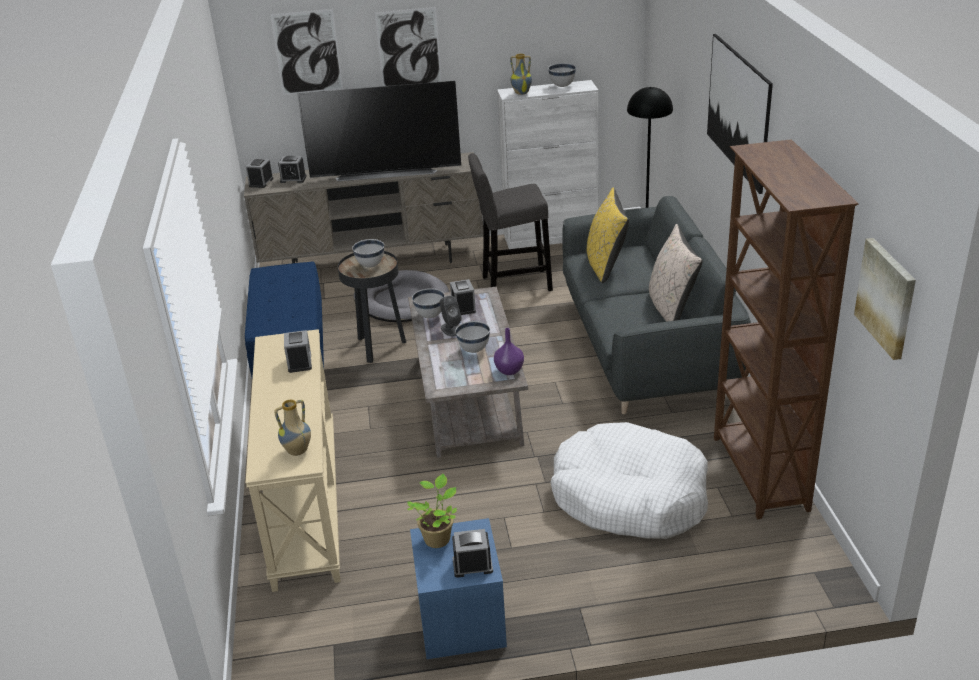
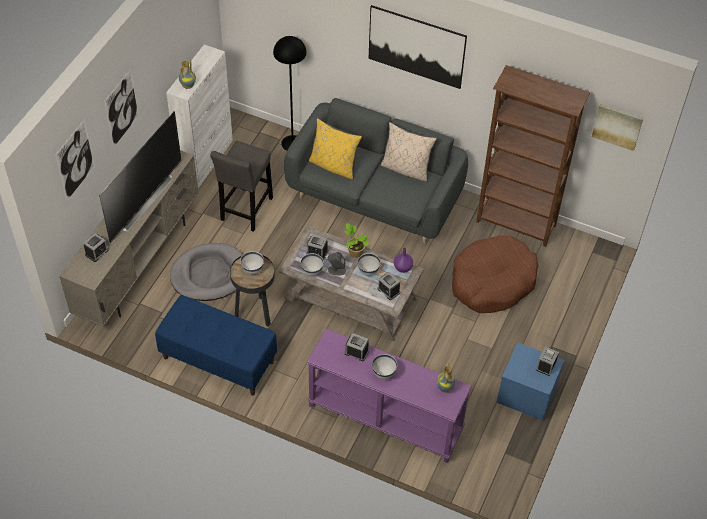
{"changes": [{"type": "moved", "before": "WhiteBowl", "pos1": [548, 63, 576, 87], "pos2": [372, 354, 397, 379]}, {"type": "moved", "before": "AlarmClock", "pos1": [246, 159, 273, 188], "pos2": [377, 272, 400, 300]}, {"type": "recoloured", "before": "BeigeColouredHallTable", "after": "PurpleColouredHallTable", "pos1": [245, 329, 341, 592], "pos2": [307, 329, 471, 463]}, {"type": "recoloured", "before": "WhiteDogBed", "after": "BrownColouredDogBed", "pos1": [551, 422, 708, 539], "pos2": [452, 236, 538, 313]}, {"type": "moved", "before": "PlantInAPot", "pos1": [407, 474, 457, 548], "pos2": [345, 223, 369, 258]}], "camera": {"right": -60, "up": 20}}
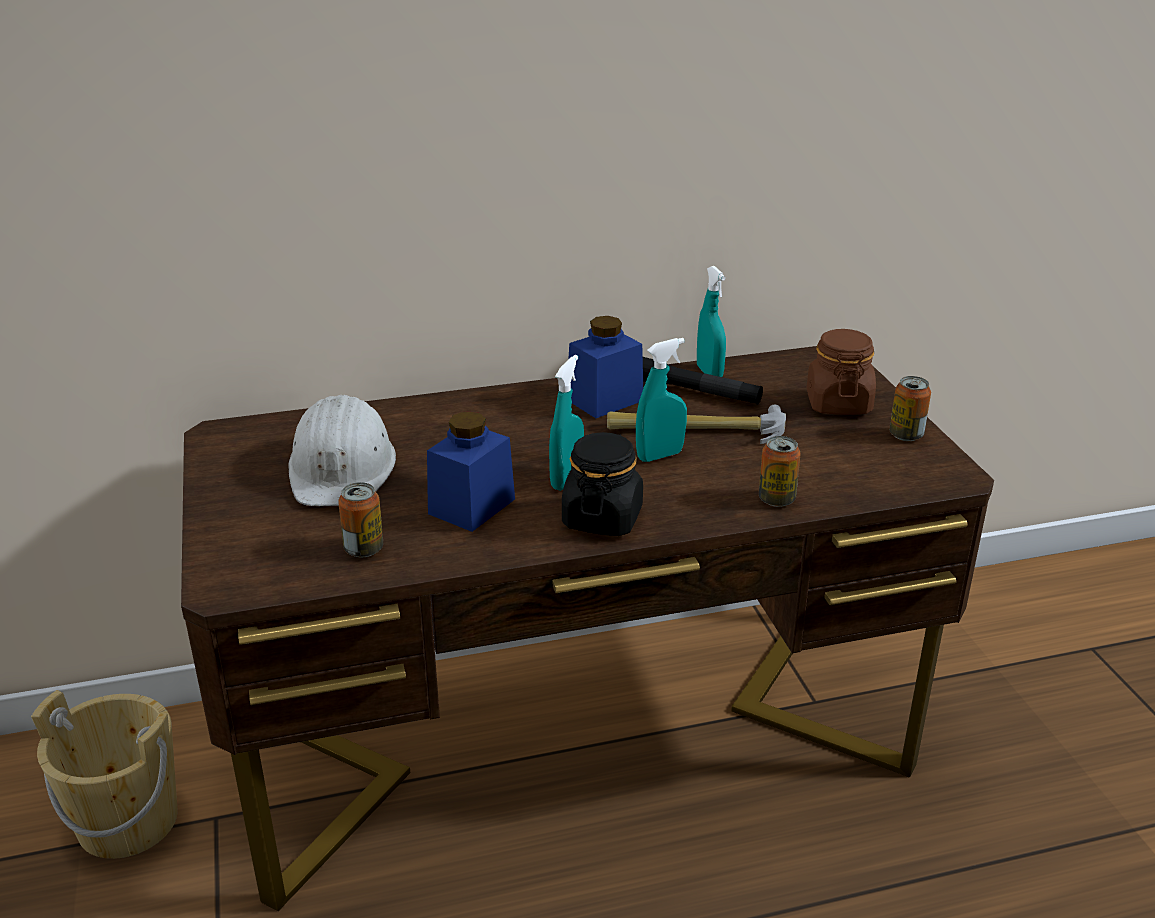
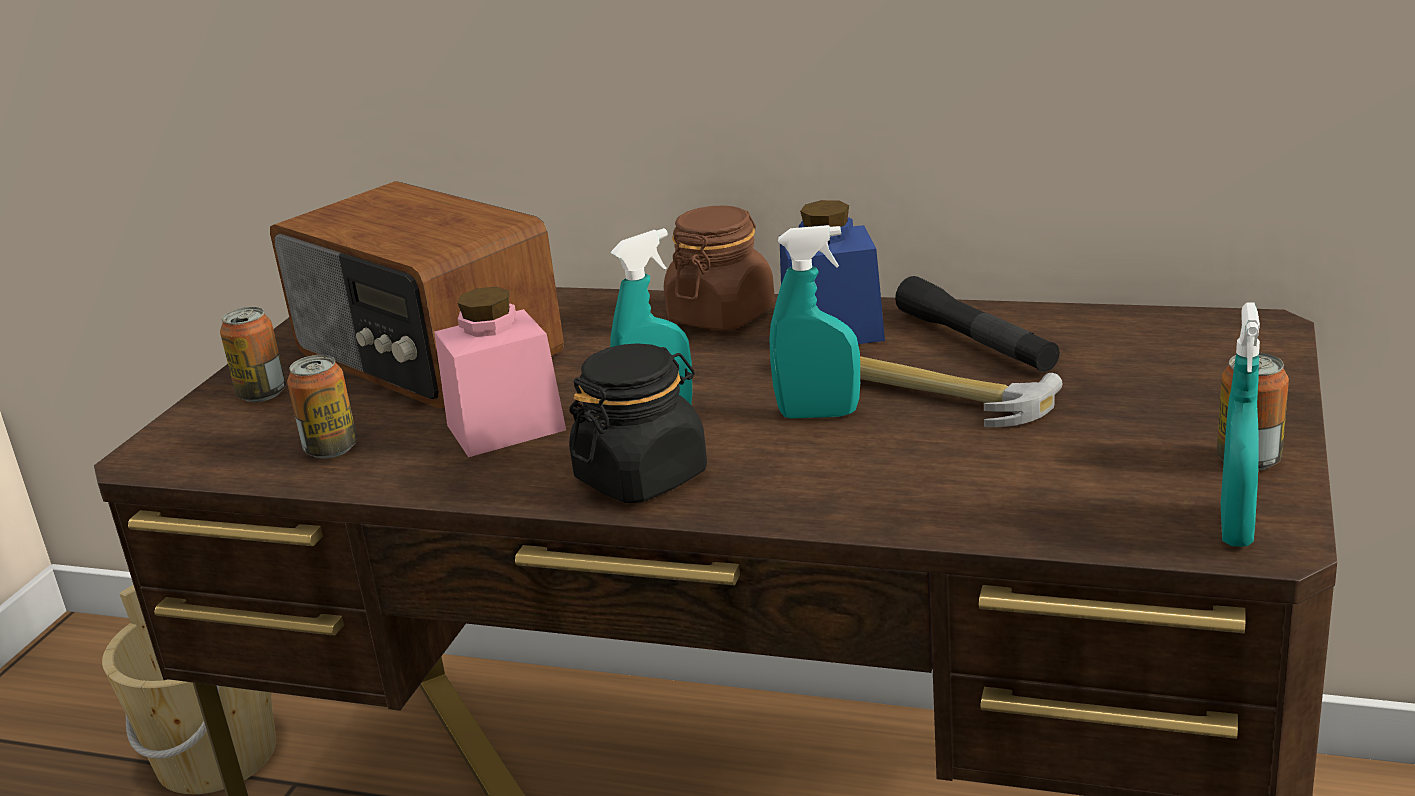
{"changes": [{"type": "moved", "before": "TurquoiseColouredHandSprayer", "pos1": [697, 266, 726, 377], "pos2": [1221, 303, 1260, 547]}, {"type": "moved", "before": "BrownColouredPreserveJar", "pos1": [807, 329, 876, 415], "pos2": [664, 206, 775, 330]}, {"type": "replaced", "before": "WhiteWorkHelmet", "after": "RadioSet", "pos1": [288, 395, 396, 506], "pos2": [270, 181, 564, 409]}, {"type": "recoloured", "before": "BluishPreserveJar", "after": "PinkColouredPreserveJar", "pos1": [427, 411, 515, 532], "pos2": [434, 287, 566, 457]}, {"type": "moved", "before": "MetalCan", "pos1": [759, 436, 801, 507], "pos2": [220, 307, 286, 402]}], "camera": {"right": 35, "up": -5}}
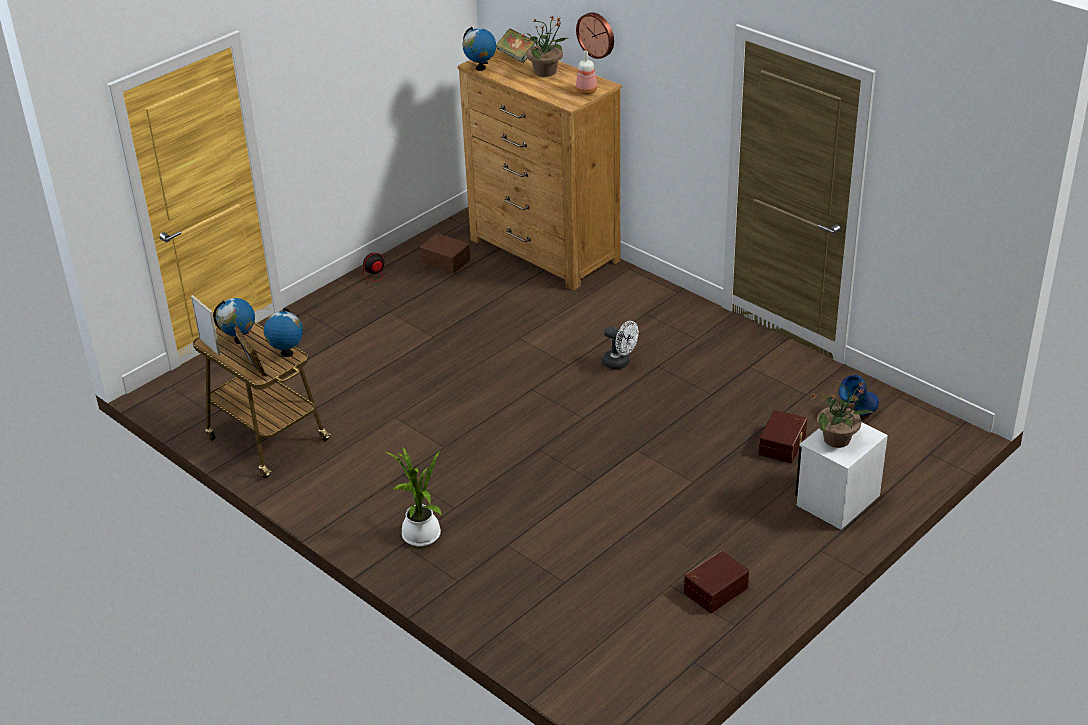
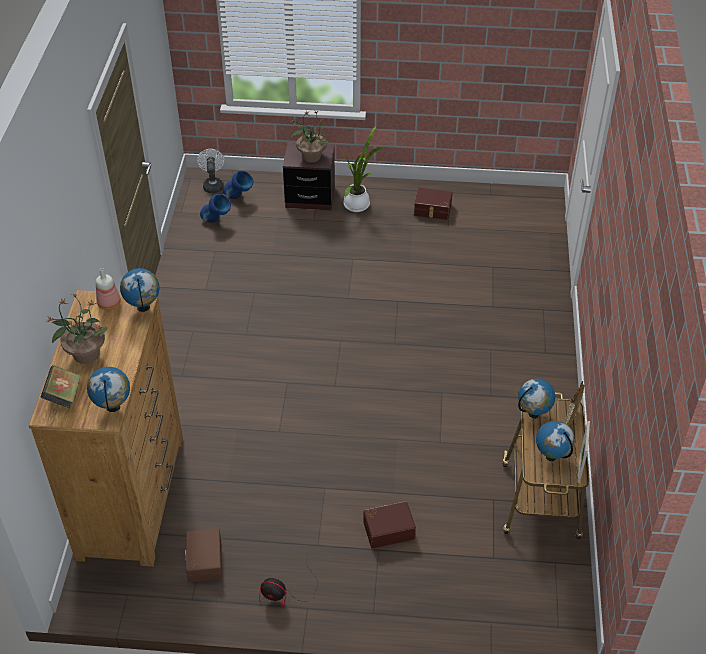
{"changes": [{"type": "removed", "before": "HangingClock", "pos1": [576, 12, 614, 59]}, {"type": "moved", "before": "WhiteFan", "pos1": [602, 321, 639, 370], "pos2": [197, 149, 224, 193]}, {"type": "moved", "before": "BrownColouredStorageContainer", "pos1": [758, 410, 807, 463], "pos2": [363, 501, 416, 549]}, {"type": "recoloured", "before": "WhiteBedsideTable", "after": "BrownColouredBedsideTable", "pos1": [795, 422, 888, 530], "pos2": [283, 142, 335, 210]}, {"type": "moved", "before": "PlantInAPot", "pos1": [385, 446, 442, 547], "pos2": [338, 125, 386, 212]}, {"type": "added", "after": "BluishFlowerVase", "pos2": [223, 171, 253, 199]}, {"type": "added", "after": "Globe", "pos2": [120, 268, 159, 312]}], "camera": {"right": -130, "up": 10}}
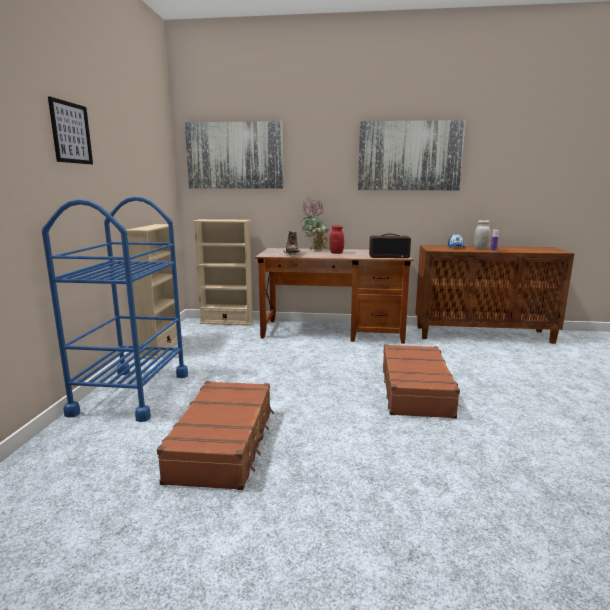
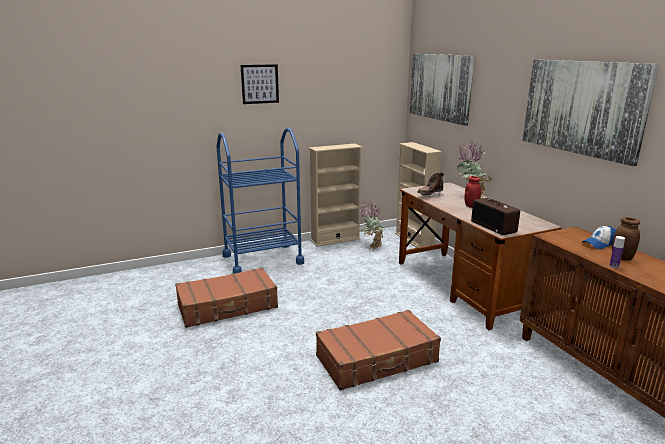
{"changes": [{"type": "recoloured", "before": "WhitePreserveJar", "after": "BrownColouredPreserveJar", "pos1": [474, 220, 491, 249], "pos2": [612, 217, 640, 261]}, {"type": "added", "after": "PlantInAPot", "pos2": [360, 201, 384, 249]}], "camera": {"right": 60, "up": 5}}
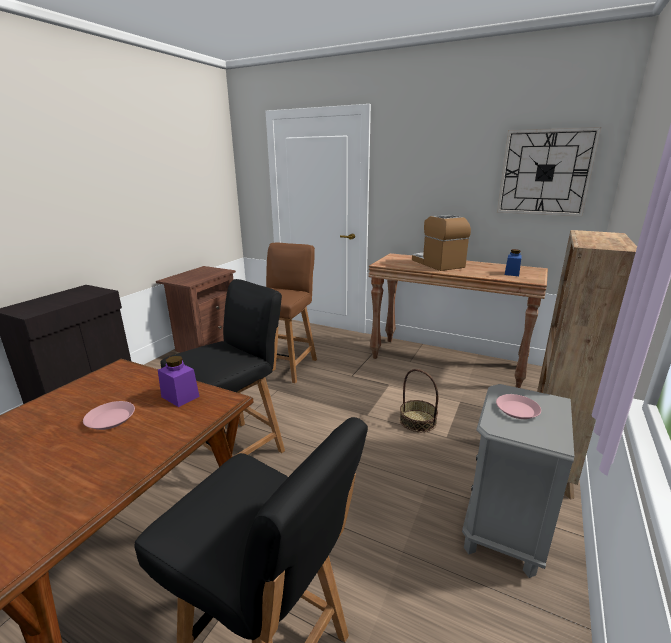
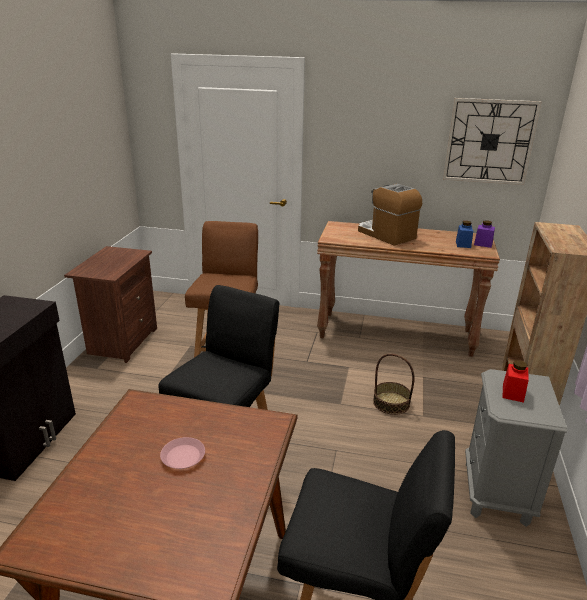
{"changes": [{"type": "moved", "before": "PurpleColouredPreserveJar", "pos1": [158, 356, 200, 407], "pos2": [474, 220, 495, 248]}, {"type": "replaced", "before": "PinkColouredPlate", "after": "ReddishPreserveJar", "pos1": [496, 394, 541, 419], "pos2": [502, 360, 529, 403]}], "camera": {"right": -15, "up": 5}}
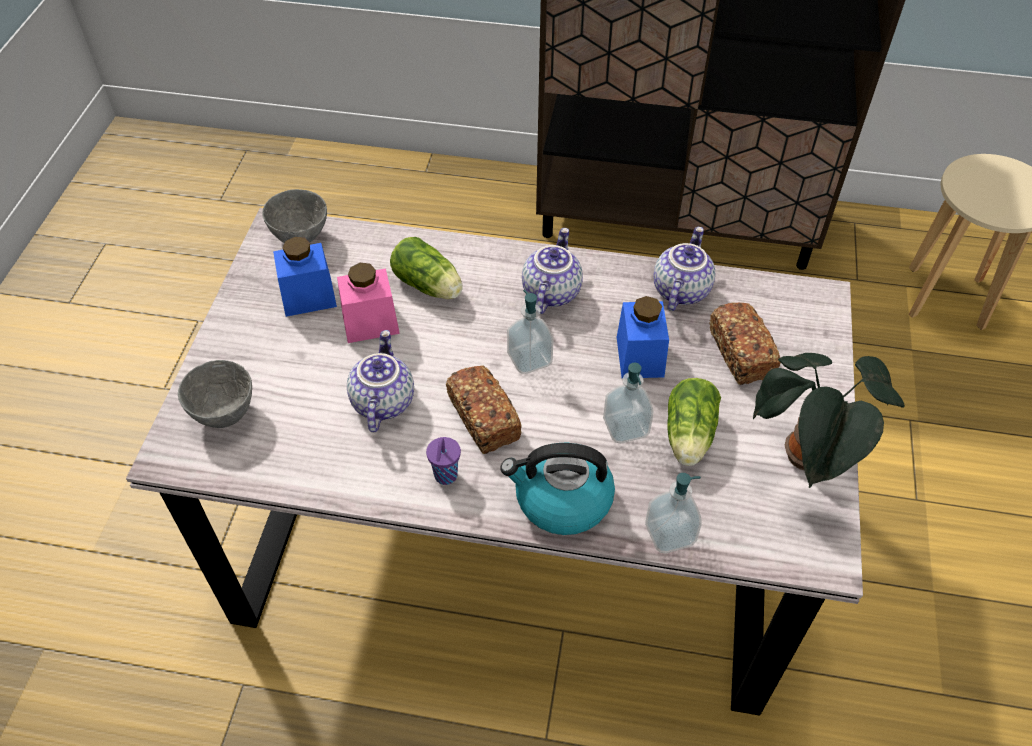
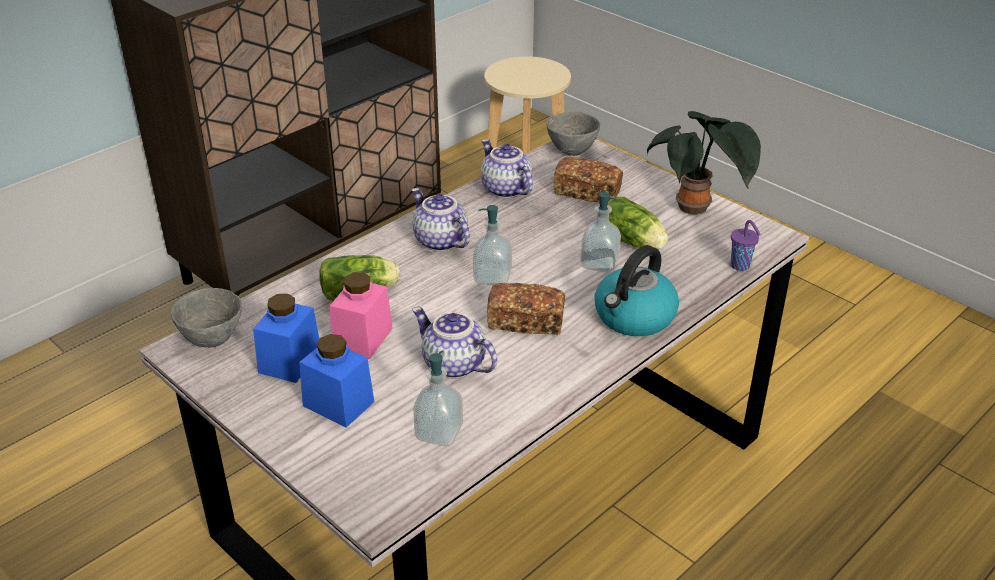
{"changes": [{"type": "moved", "before": "BluishPreserveJar", "pos1": [617, 296, 669, 379], "pos2": [299, 334, 374, 428]}, {"type": "moved", "before": "GreyBowl", "pos1": [178, 360, 252, 428], "pos2": [546, 111, 600, 156]}, {"type": "moved", "before": "PurpleColouredDrinkingCup", "pos1": [426, 437, 461, 485], "pos2": [731, 220, 760, 271]}, {"type": "moved", "before": "LiquidSoapBottle", "pos1": [645, 473, 702, 553], "pos2": [413, 351, 463, 446]}], "camera": {"right": -55, "up": -15}}
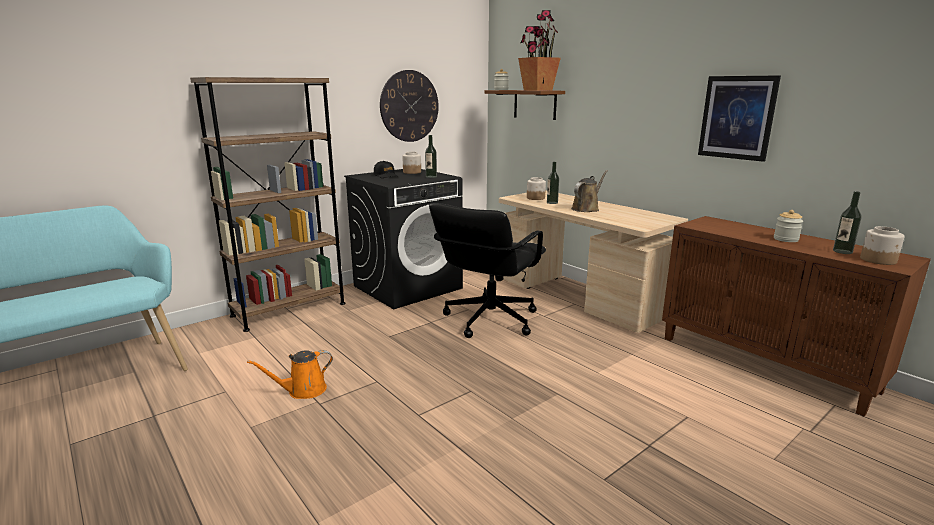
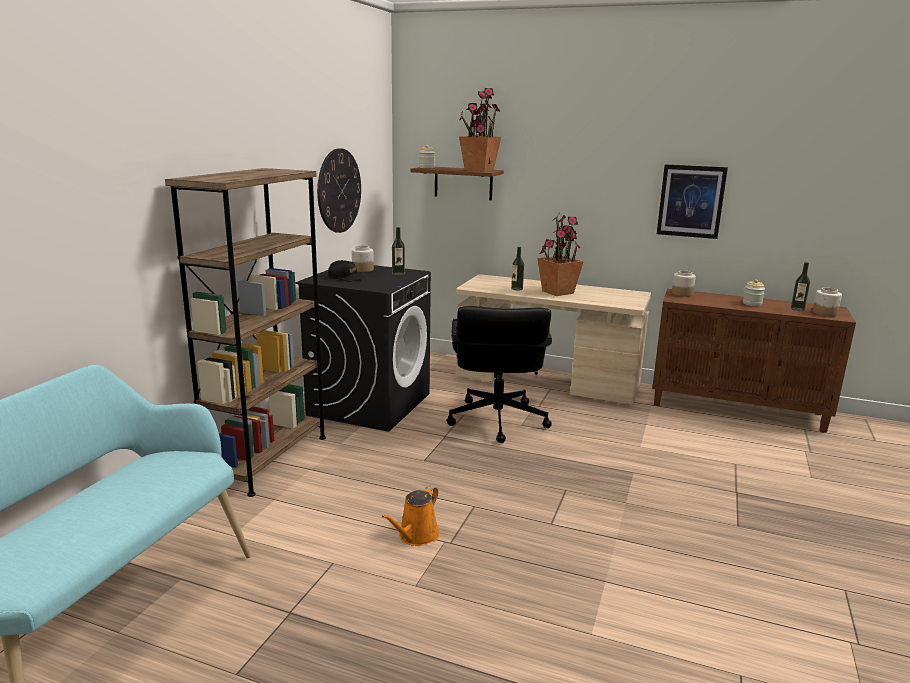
{"changes": [{"type": "replaced", "before": "BrownColouredSprinklingCan", "after": "PlantInAPot", "pos1": [571, 170, 608, 212], "pos2": [537, 213, 584, 296]}, {"type": "moved", "before": "PreserveJar", "pos1": [527, 177, 546, 200], "pos2": [672, 270, 696, 297]}], "camera": {"right": -30, "up": 0}}
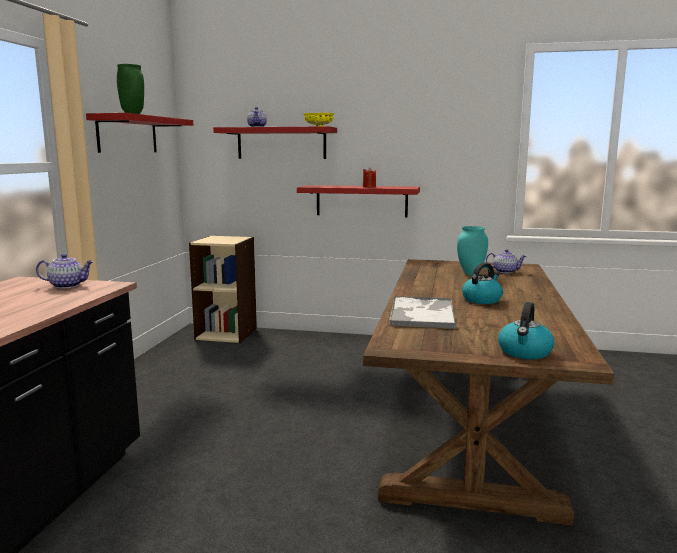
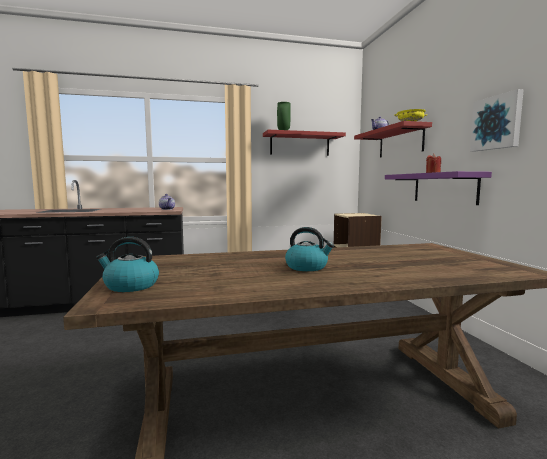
{"changes": [{"type": "recoloured", "before": "ReddishBracketShelf", "after": "PurpleColouredBracketShelf", "pos1": [297, 185, 420, 217], "pos2": [385, 171, 492, 205]}, {"type": "removed", "before": "TurquoiseColouredFlowerVase", "pos1": [457, 226, 488, 276]}, {"type": "removed", "before": "Teapot", "pos1": [486, 249, 527, 273]}, {"type": "removed", "before": "Tray", "pos1": [389, 296, 456, 329]}, {"type": "added", "after": "WallPicture", "pos2": [470, 89, 524, 151]}], "camera": {"right": 65, "up": -5}}
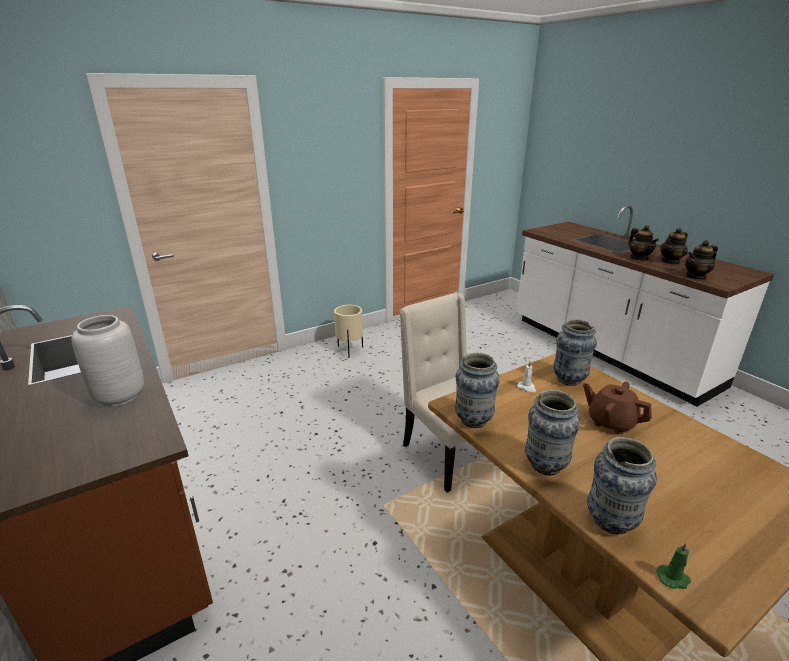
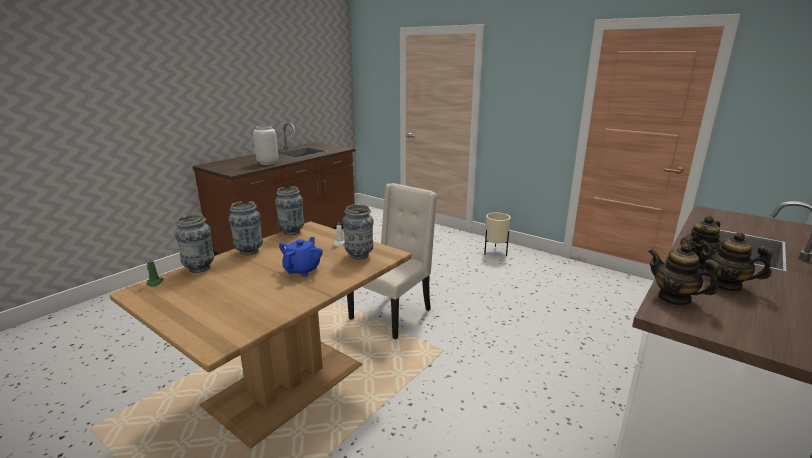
{"changes": [{"type": "recoloured", "before": "BrownColouredTeapot", "after": "BluishTeapot", "pos1": [583, 382, 652, 435], "pos2": [279, 237, 323, 277]}], "camera": {"right": 70, "up": -5}}
